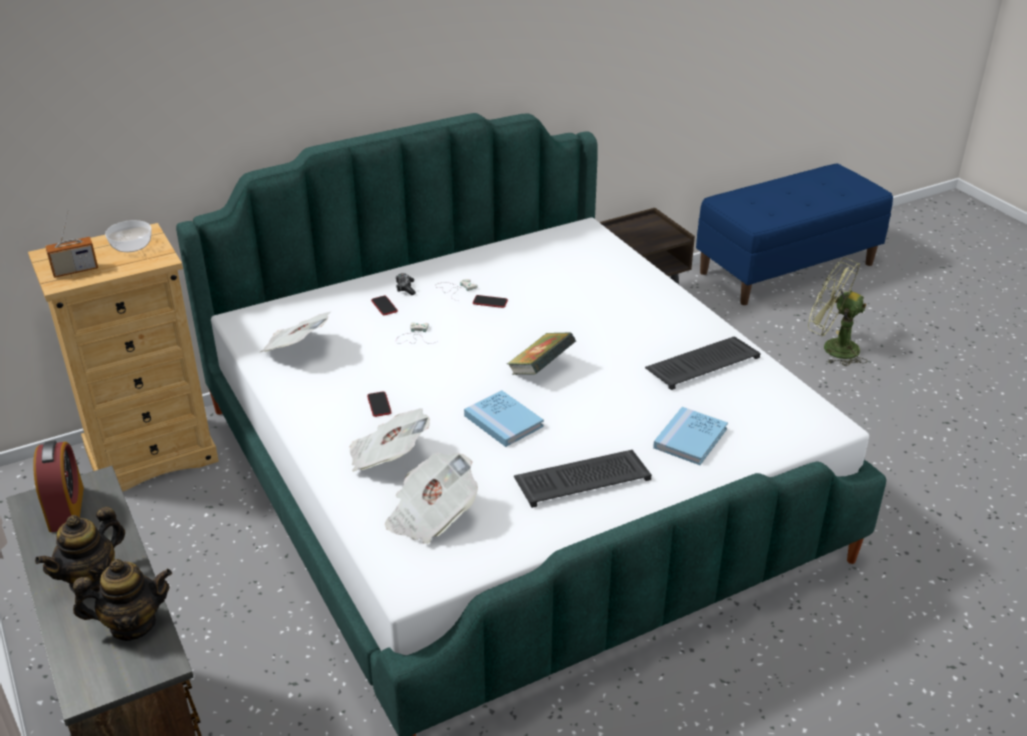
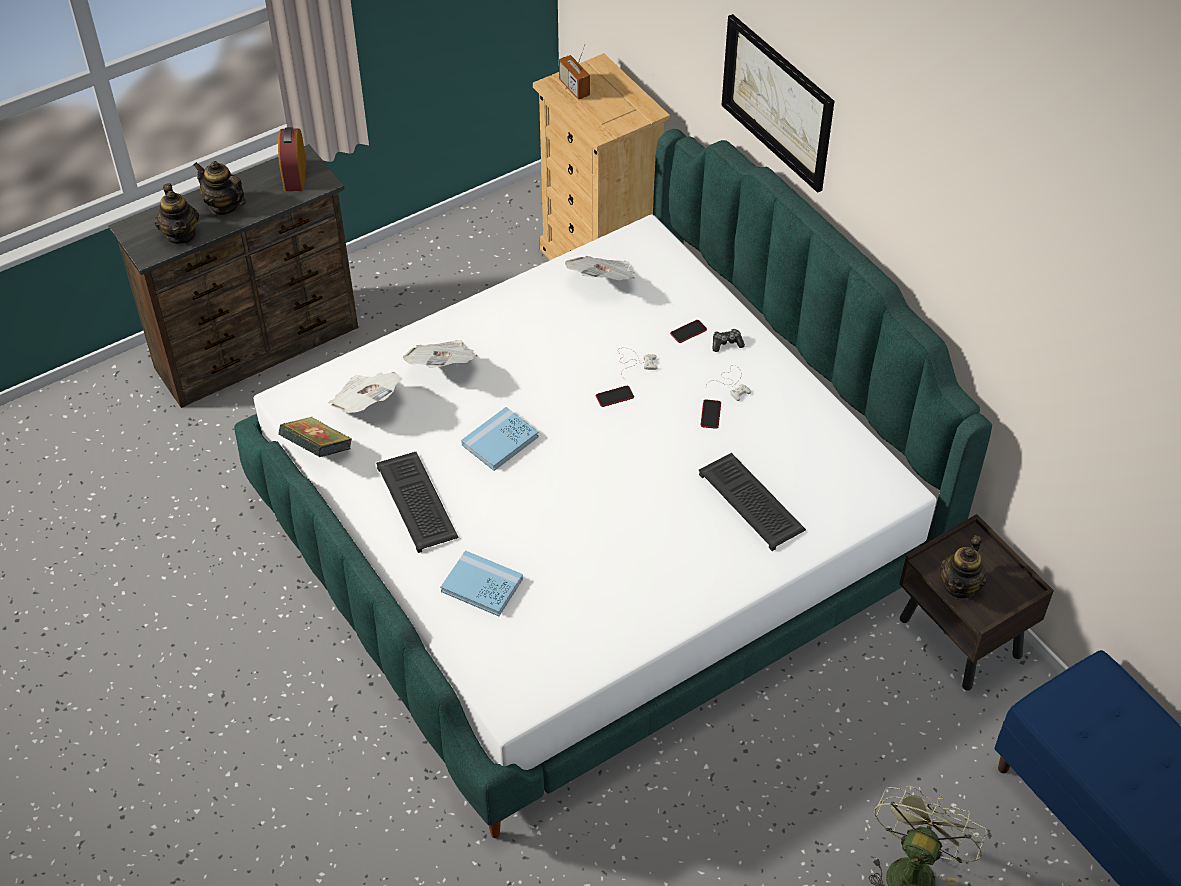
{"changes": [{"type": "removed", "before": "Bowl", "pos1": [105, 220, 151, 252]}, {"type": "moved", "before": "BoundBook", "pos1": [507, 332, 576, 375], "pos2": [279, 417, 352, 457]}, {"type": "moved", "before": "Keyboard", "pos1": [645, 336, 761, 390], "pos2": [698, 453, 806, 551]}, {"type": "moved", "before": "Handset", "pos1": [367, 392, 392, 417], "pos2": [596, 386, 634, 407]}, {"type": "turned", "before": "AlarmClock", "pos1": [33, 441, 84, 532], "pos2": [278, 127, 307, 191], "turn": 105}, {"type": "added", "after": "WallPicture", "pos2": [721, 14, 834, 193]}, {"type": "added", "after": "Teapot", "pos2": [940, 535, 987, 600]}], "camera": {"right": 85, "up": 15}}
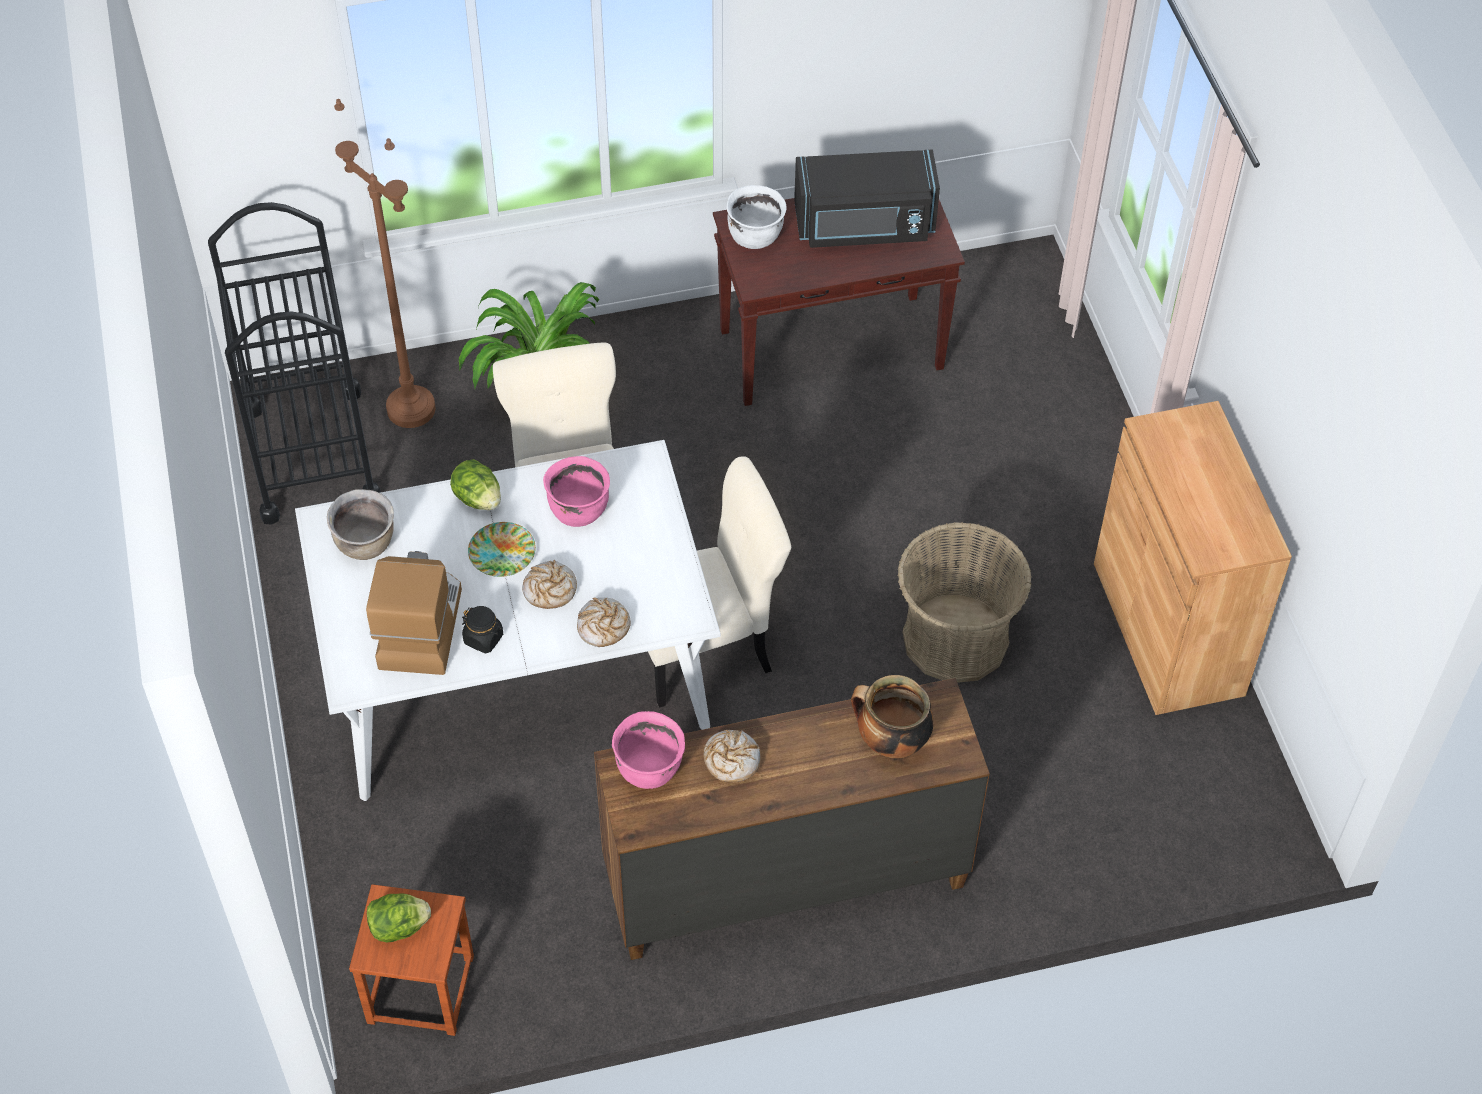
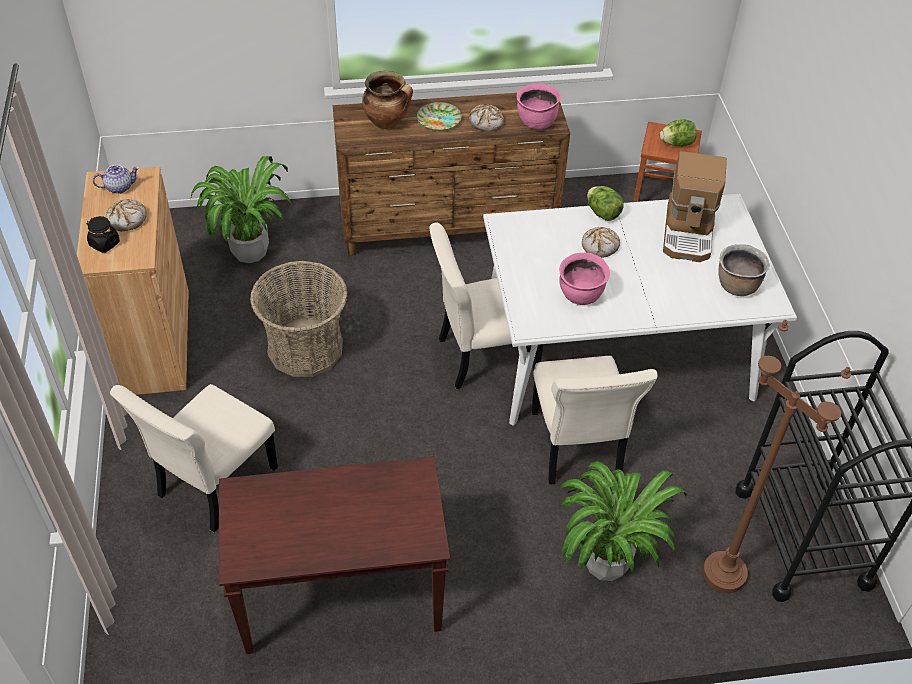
{"changes": [{"type": "removed", "before": "BlackMicrowave", "pos1": [794, 150, 940, 248]}, {"type": "removed", "before": "WhiteStockpot", "pos1": [726, 185, 787, 249]}, {"type": "moved", "before": "LettuceHead", "pos1": [450, 459, 501, 510], "pos2": [587, 186, 623, 221]}, {"type": "moved", "before": "Plate", "pos1": [468, 522, 536, 577], "pos2": [417, 102, 461, 131]}, {"type": "moved", "before": "BakeryBread", "pos1": [577, 597, 631, 647], "pos2": [106, 199, 147, 231]}, {"type": "moved", "before": "BlackPreserveJar", "pos1": [462, 606, 503, 653], "pos2": [86, 216, 120, 253]}, {"type": "added", "after": "PlantInAPot", "pos2": [191, 156, 293, 263]}, {"type": "added", "after": "Teapot", "pos2": [93, 165, 139, 194]}, {"type": "added", "after": "BeigeColouredPlainChair", "pos2": [110, 384, 278, 533]}], "camera": {"right": -175, "up": -5}}
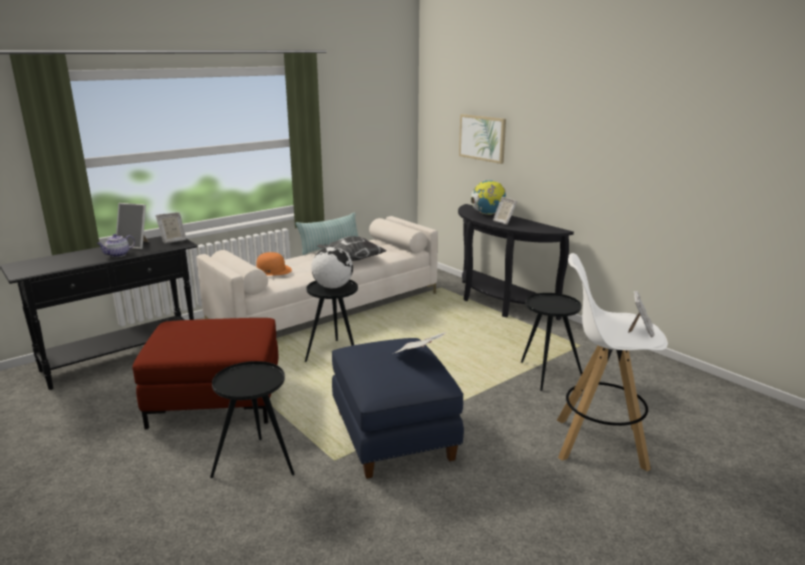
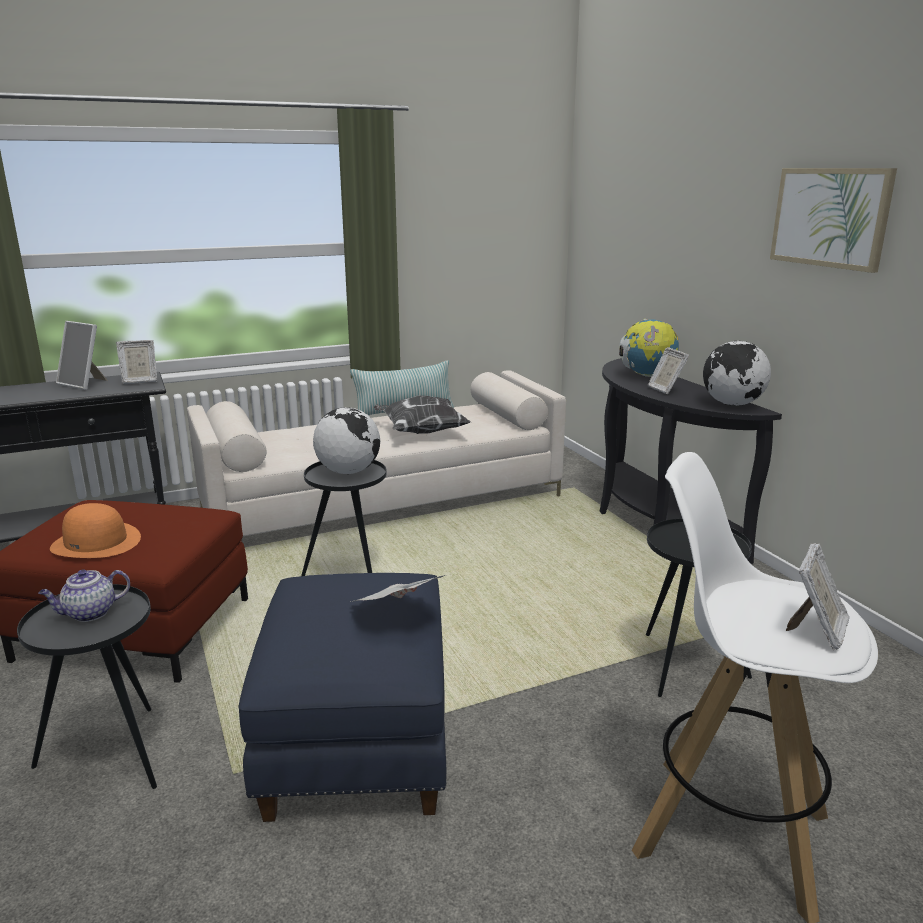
{"changes": [{"type": "moved", "before": "WallPicture", "pos1": [459, 114, 506, 164], "pos2": [770, 168, 897, 273]}, {"type": "moved", "before": "Teapot", "pos1": [97, 234, 135, 257], "pos2": [39, 569, 130, 622]}, {"type": "moved", "before": "OrangeyClothingHat", "pos1": [256, 252, 292, 276], "pos2": [50, 503, 141, 558]}, {"type": "added", "after": "Globe", "pos2": [703, 341, 771, 406]}], "camera": {"right": 15, "up": 0}}
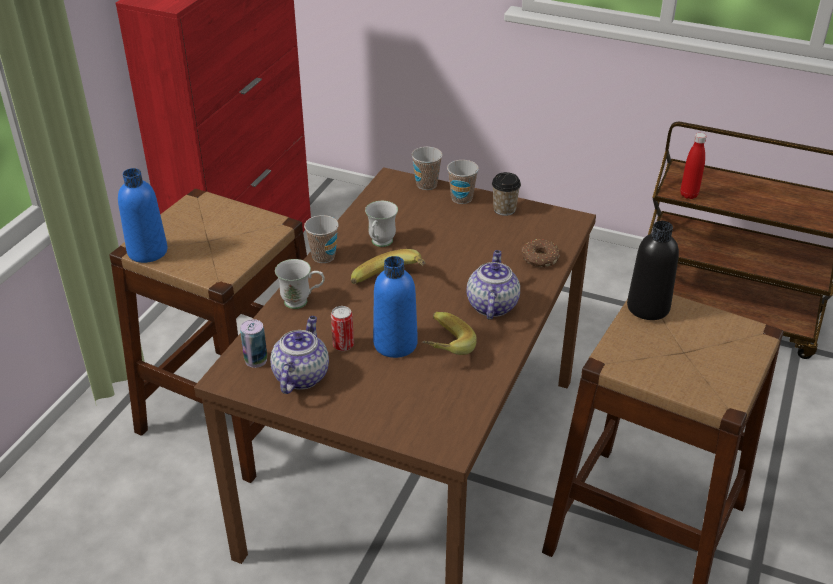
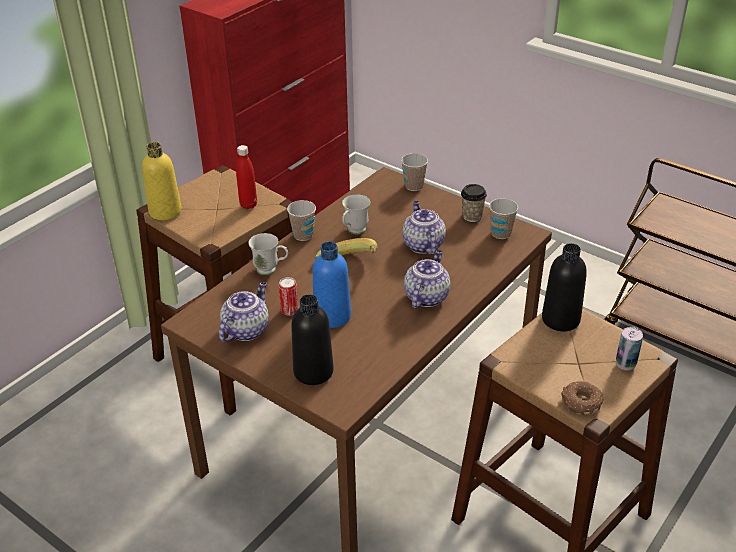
{"changes": [{"type": "moved", "before": "ReddishBeverageBottle", "pos1": [680, 133, 707, 199], "pos2": [236, 145, 257, 209]}, {"type": "moved", "before": "DrinkingCup", "pos1": [447, 160, 479, 204], "pos2": [489, 198, 518, 239]}, {"type": "recoloured", "before": "BluishBeverageBottle", "after": "YellowishBeverageBottle", "pos1": [118, 168, 168, 263], "pos2": [142, 142, 182, 220]}, {"type": "moved", "before": "RingDoughnut", "pos1": [521, 239, 560, 267], "pos2": [561, 381, 604, 415]}, {"type": "removed", "before": "WholeBanana", "pos1": [422, 312, 477, 355]}, {"type": "moved", "before": "MetalCan", "pos1": [240, 319, 267, 368], "pos2": [616, 327, 643, 370]}, {"type": "added", "after": "Teapot", "pos2": [402, 201, 446, 255]}, {"type": "added", "after": "BlackBeverageBottle", "pos2": [291, 295, 334, 385]}], "camera": {"right": 15, "up": 0}}
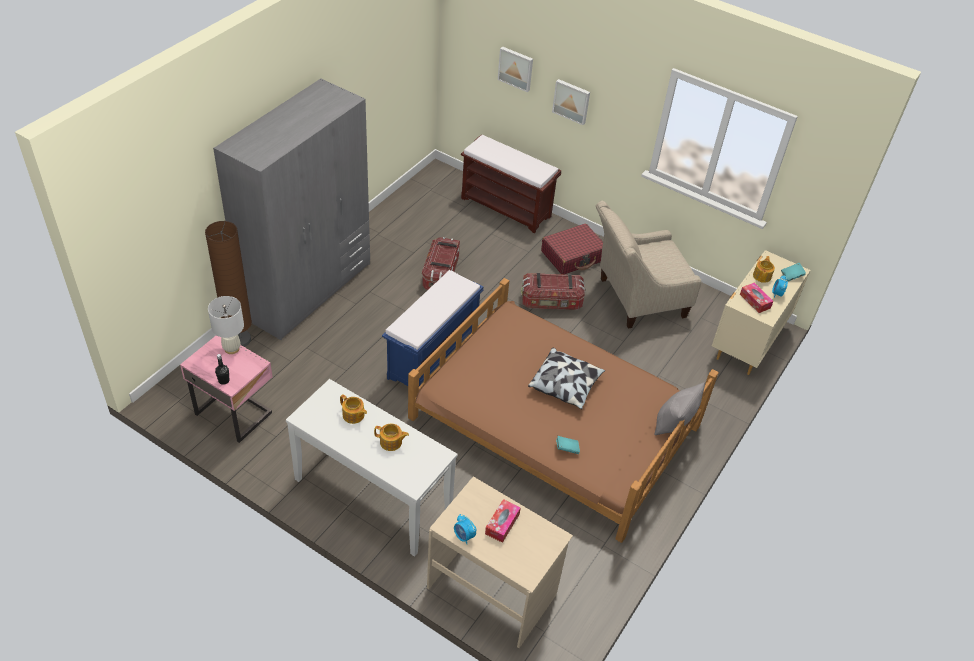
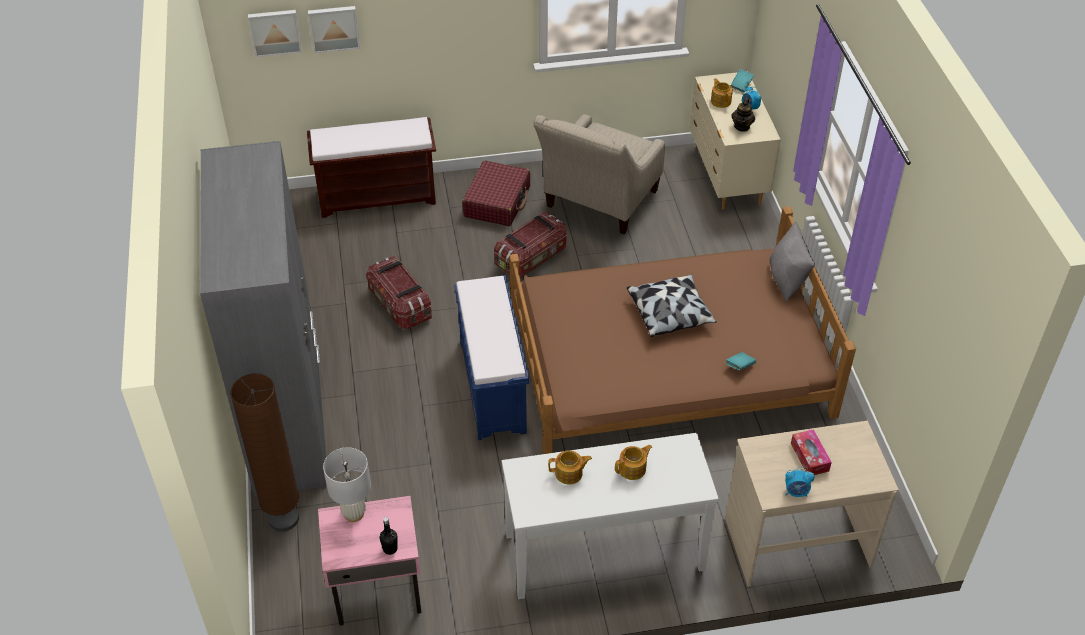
{"changes": [{"type": "moved", "before": "WallPicture", "pos1": [552, 79, 590, 125], "pos2": [248, 10, 302, 57]}, {"type": "replaced", "before": "TissueBox", "after": "Teapot", "pos1": [740, 283, 773, 313], "pos2": [731, 98, 755, 132]}], "camera": {"right": -40, "up": 0}}
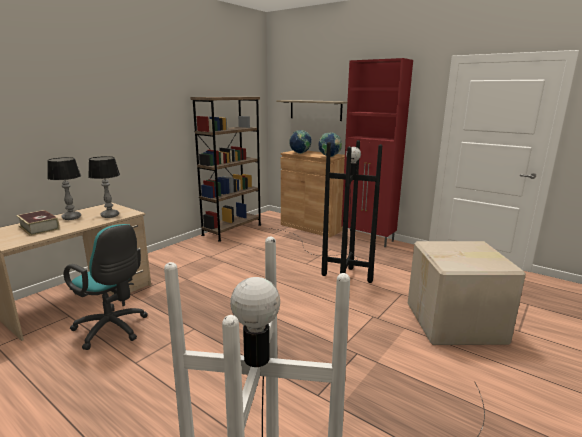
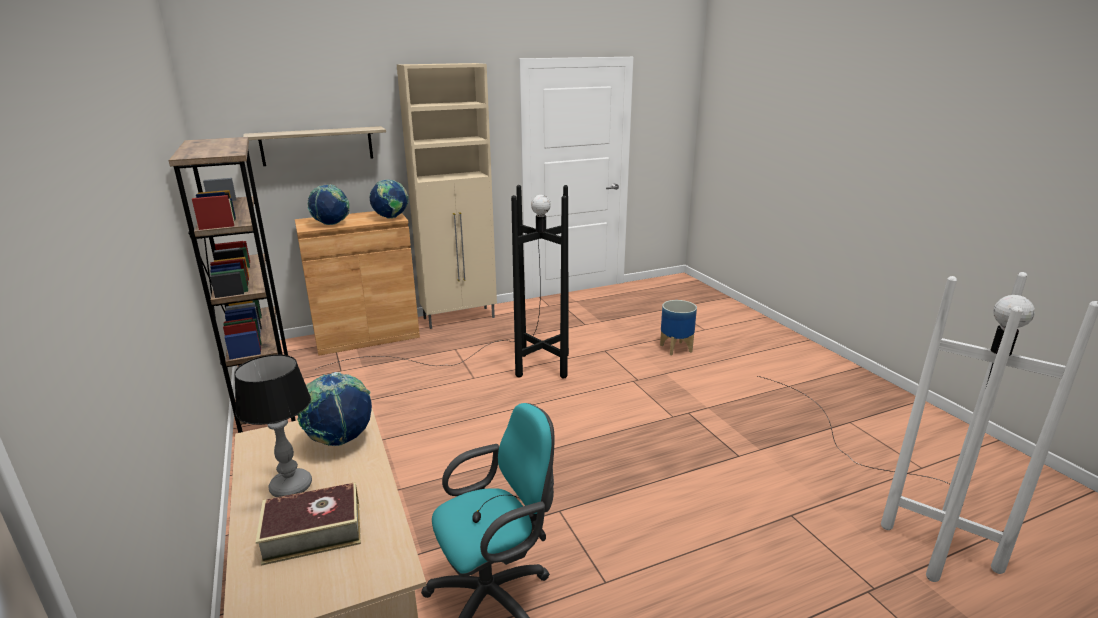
{"changes": [{"type": "recoloured", "before": "ReddishCupboard", "after": "BeigeColouredCupboard", "pos1": [341, 58, 413, 247], "pos2": [397, 63, 497, 329]}, {"type": "replaced", "before": "LampForATable", "after": "Globe", "pos1": [88, 156, 120, 218], "pos2": [297, 372, 372, 446]}, {"type": "replaced", "before": "PackingBox", "after": "FlowerPot", "pos1": [408, 241, 526, 345], "pos2": [660, 300, 697, 355]}], "camera": {"right": -60, "up": 5}}
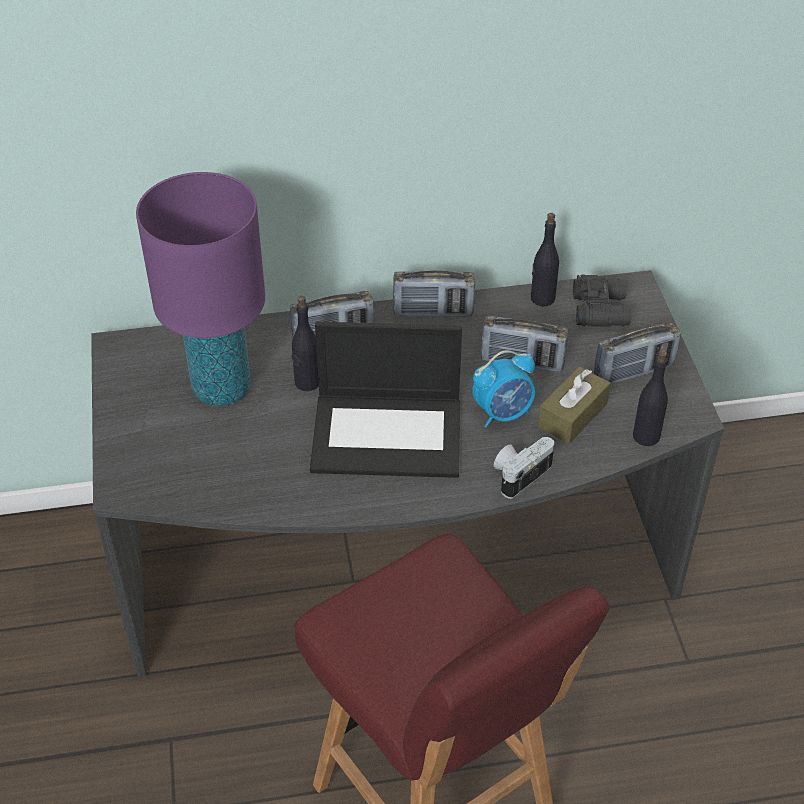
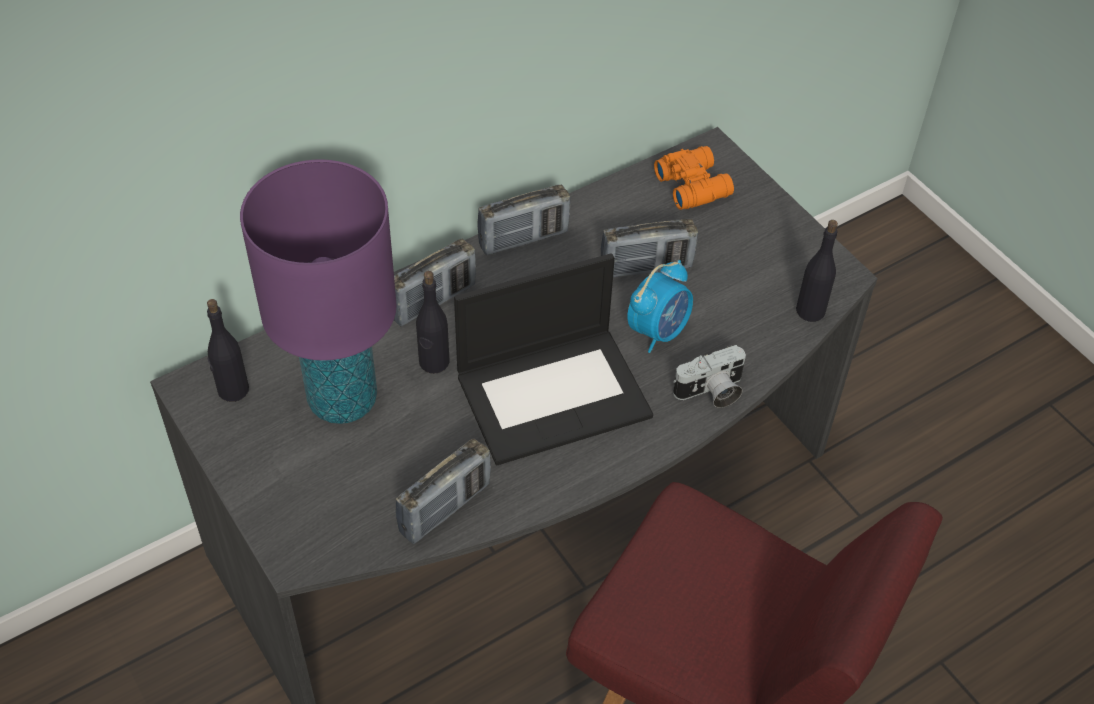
{"changes": [{"type": "moved", "before": "BlackBeverageBottle", "pos1": [531, 213, 559, 306], "pos2": [207, 299, 249, 402]}, {"type": "recoloured", "before": "BlackBinoculars", "after": "OrangeyBinoculars", "pos1": [573, 275, 631, 327], "pos2": [654, 146, 734, 210]}, {"type": "moved", "before": "RadioSet", "pos1": [594, 322, 681, 385], "pos2": [395, 438, 491, 544]}, {"type": "removed", "before": "BrownColouredTissueBox", "pos1": [538, 367, 611, 444]}, {"type": "turned", "before": "PhotoCamera", "pos1": [494, 437, 554, 499], "pos2": [673, 345, 746, 408], "turn": -135}], "camera": {"right": -25, "up": 5}}
